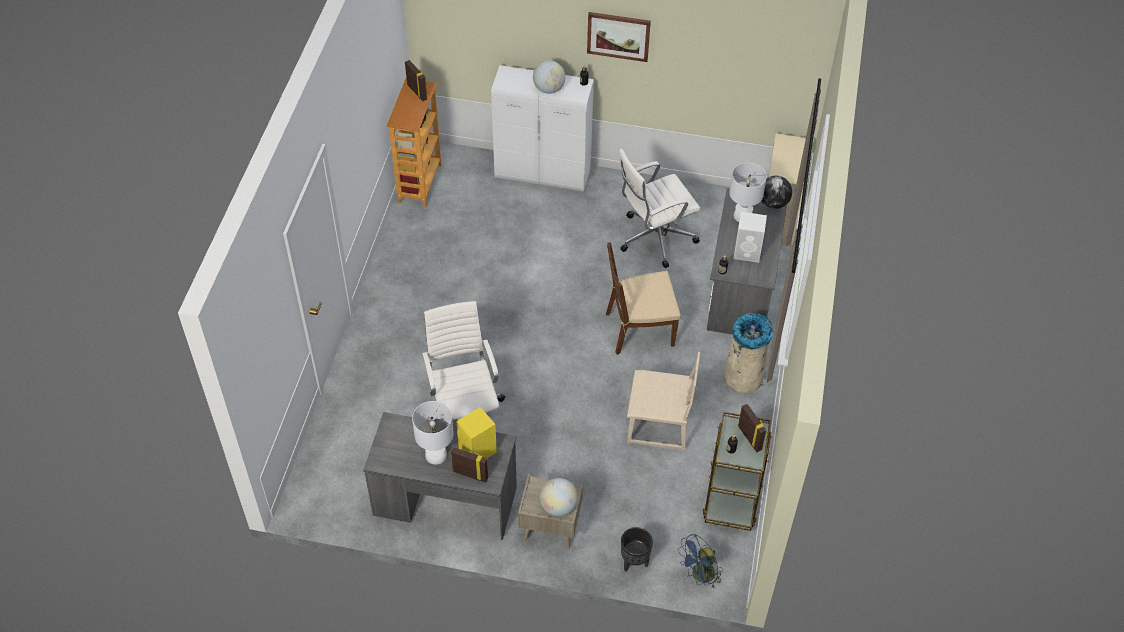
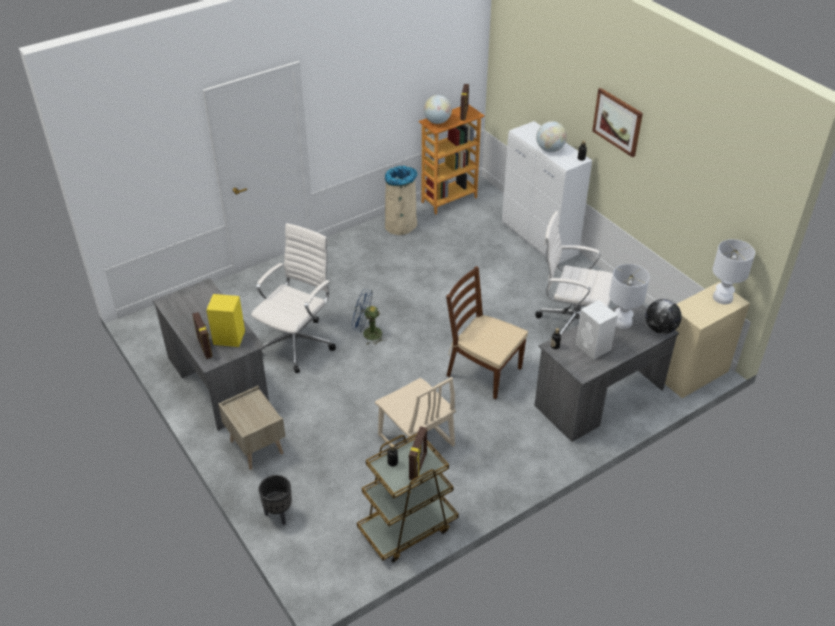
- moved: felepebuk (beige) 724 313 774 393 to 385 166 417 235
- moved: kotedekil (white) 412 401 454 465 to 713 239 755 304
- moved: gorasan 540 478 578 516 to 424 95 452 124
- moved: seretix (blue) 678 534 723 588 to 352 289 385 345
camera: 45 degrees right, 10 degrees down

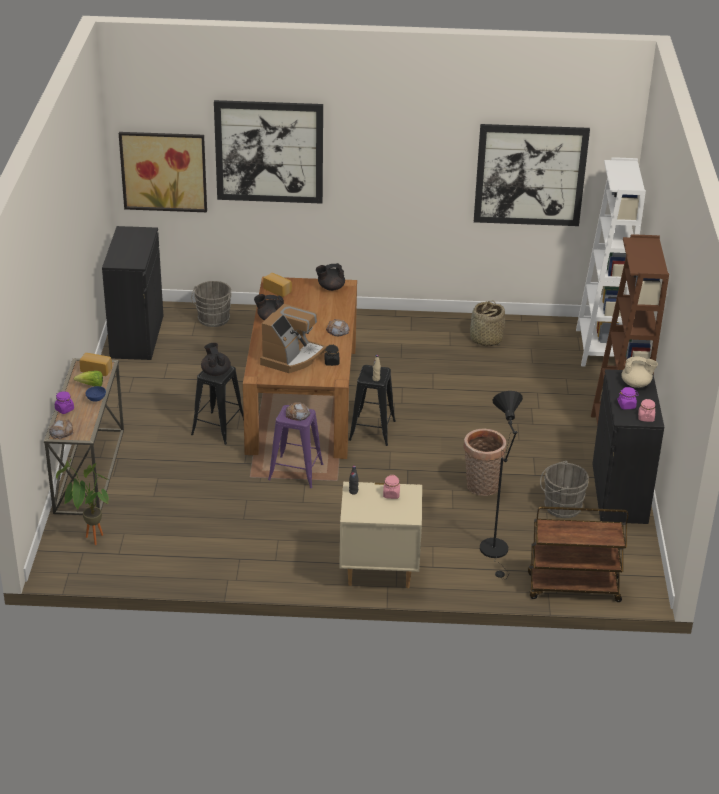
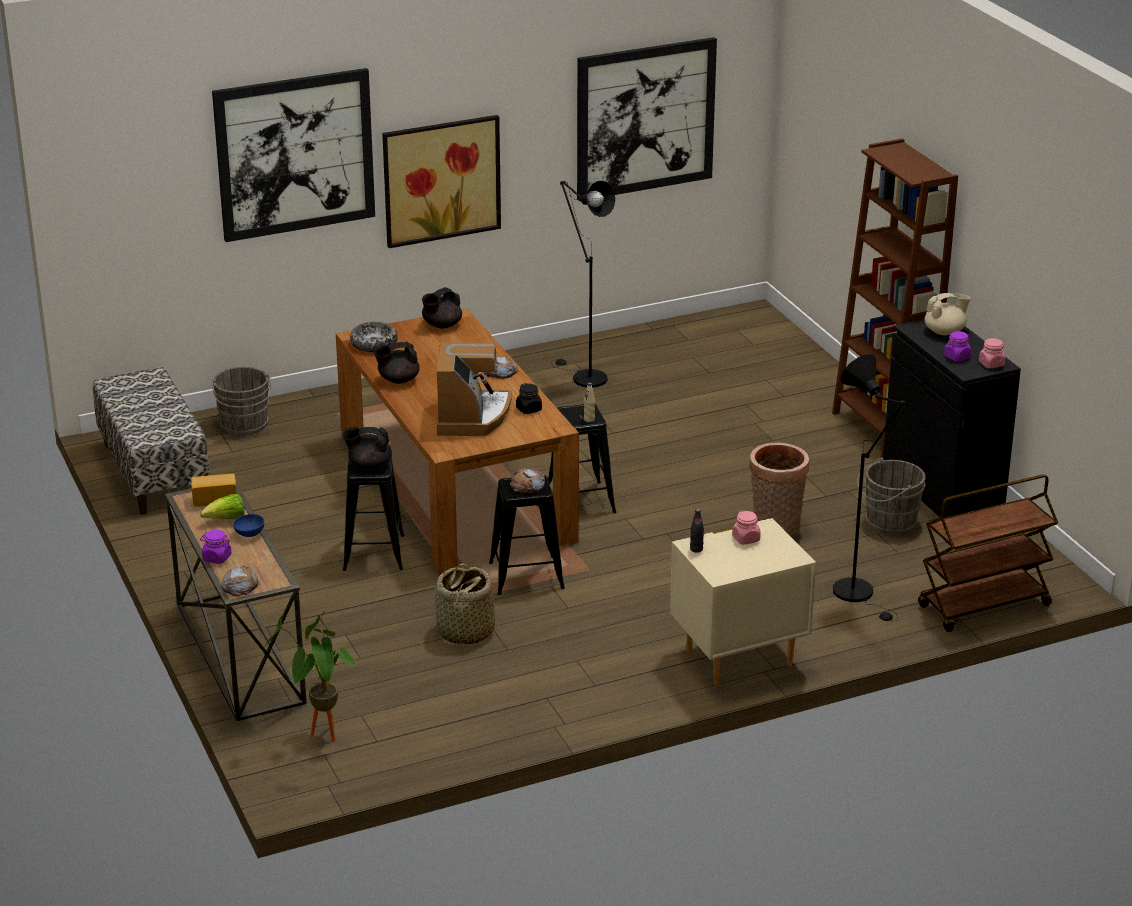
- moved: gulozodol 119 132 207 212 to 382 115 501 248
- removed: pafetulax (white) 576 157 646 366
- replaced: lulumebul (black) 102 226 163 360 to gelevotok 93 367 210 515
- replaced: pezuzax 263 273 292 297 to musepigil 350 322 398 352
- moved: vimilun 470 300 505 346 to 435 563 495 645
- turned: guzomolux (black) 201 343 231 376 = 342 427 392 470 45 degrees counterclockwise
- recoloured: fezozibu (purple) 268 405 323 488 to fezozibu (black) 489 475 565 595
- added: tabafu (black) 551 181 615 387
camera: 25 degrees left, 5 degrees down

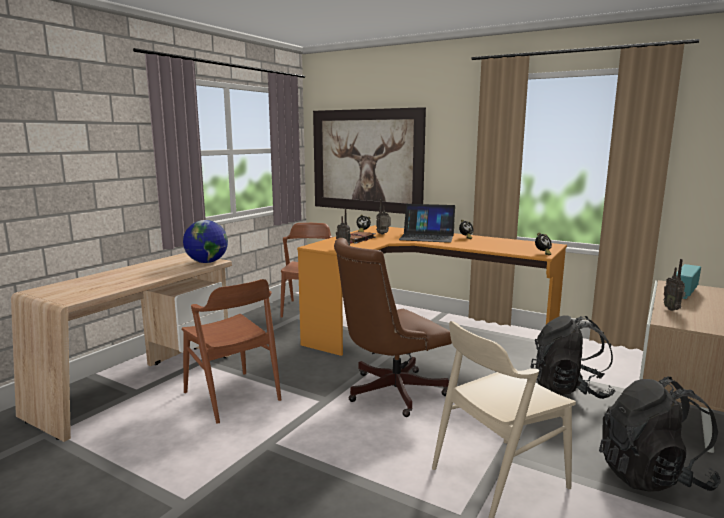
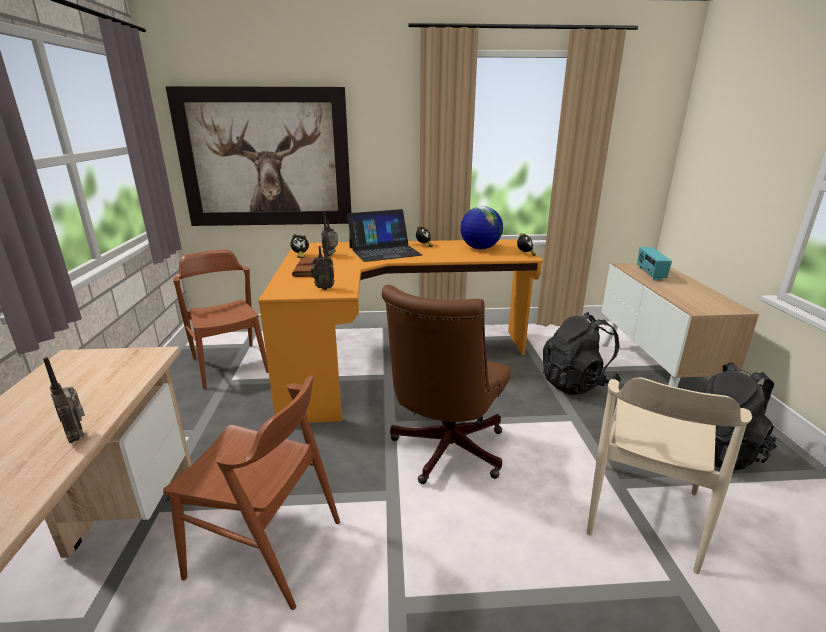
- moved: gorasan 183 220 228 263 to 460 206 503 249
- moved: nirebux 664 259 686 311 to 43 357 85 443
camera: 35 degrees left, 10 degrees up

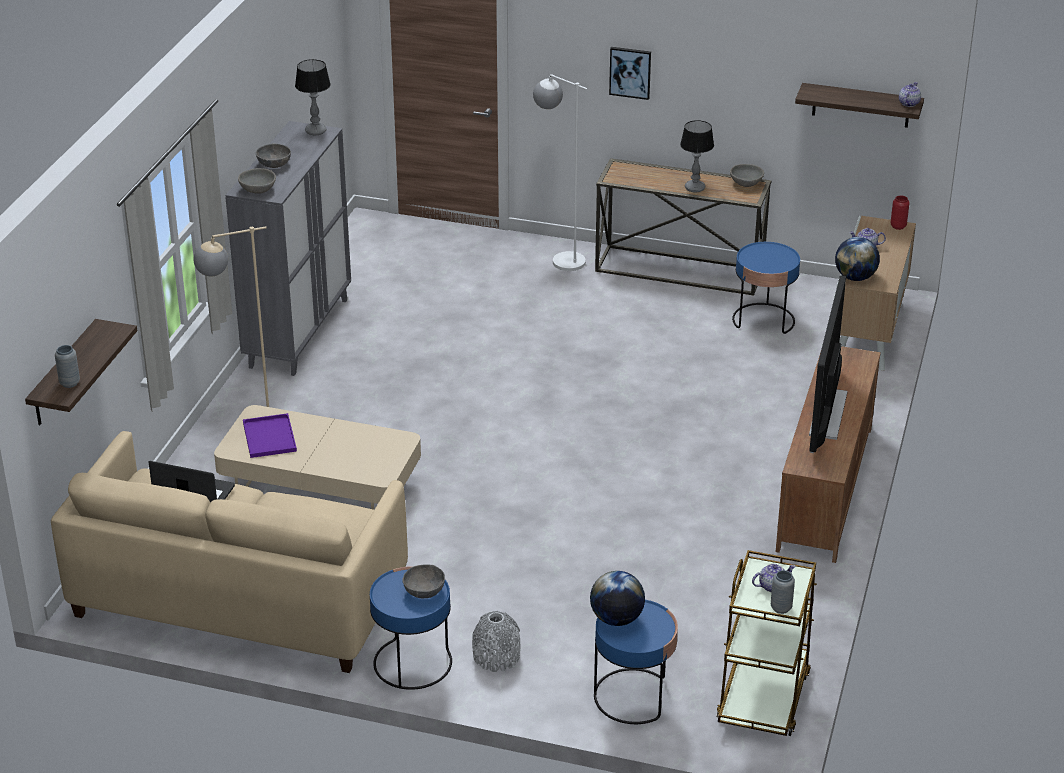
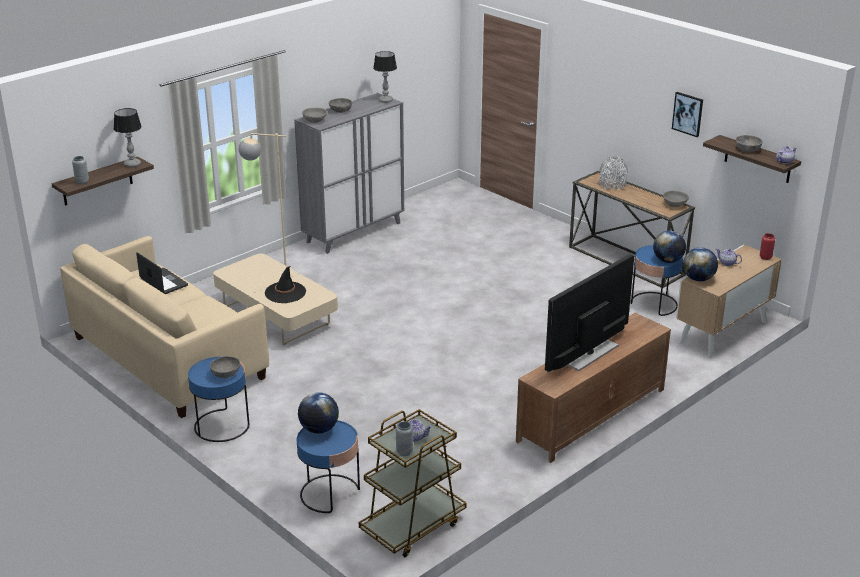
- moved: gulozodol 609 47 651 100 to 672 92 703 137
- removed: tabafu (white) 533 74 588 271
- moved: kotedekil 680 120 714 193 to 114 108 142 168
- removed: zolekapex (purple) 243 413 297 458
- moved: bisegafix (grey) 472 611 520 672 to 599 156 628 190
- added: musepigil (grey) 736 135 763 152
- added: gorasan 653 231 686 263
- added: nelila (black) 265 266 306 303
camera: 30 degrees right, 5 degrees down

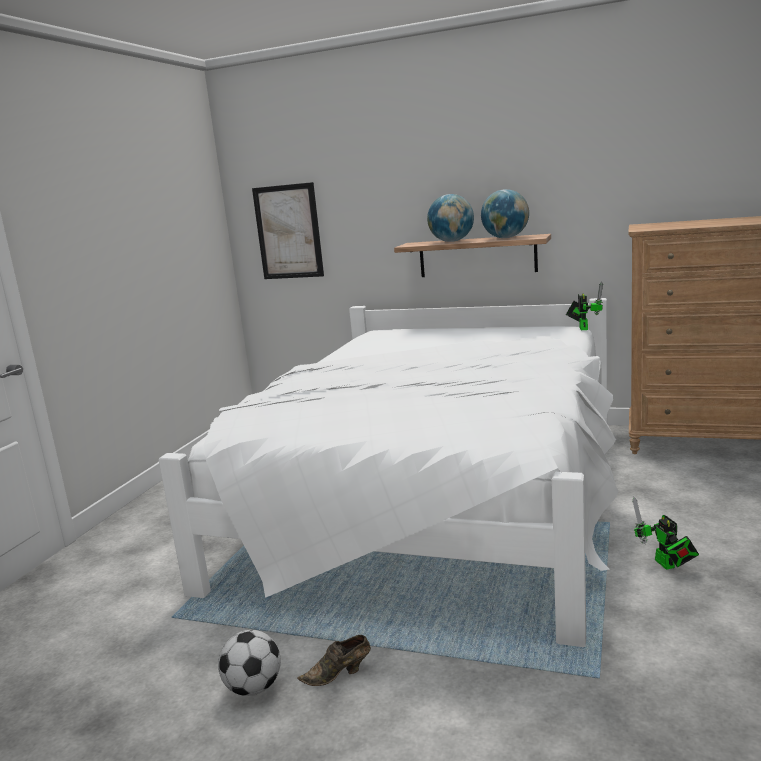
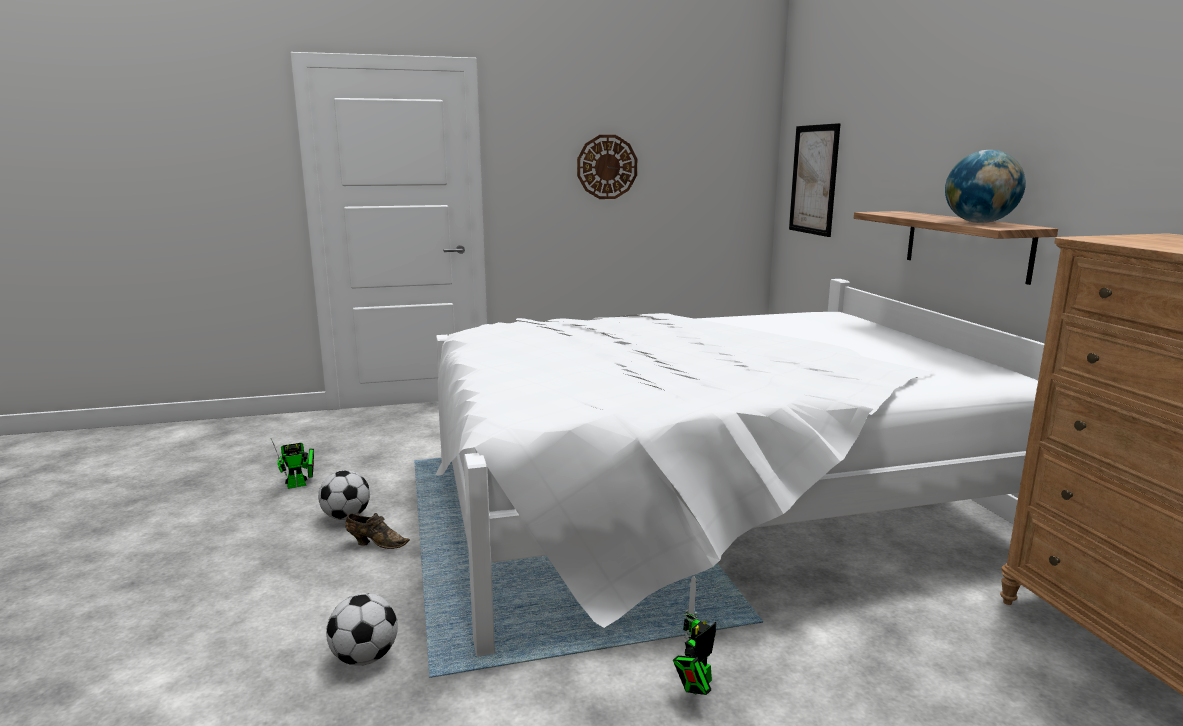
- removed: gorasan 427 194 474 242
- moved: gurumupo 566 282 603 330 to 271 438 314 489
- turned: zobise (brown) 297 635 371 686 = 345 513 410 549 150 degrees clockwise
- added: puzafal 577 135 637 199
- added: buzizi 326 593 398 666
camera: 55 degrees right, 0 degrees up

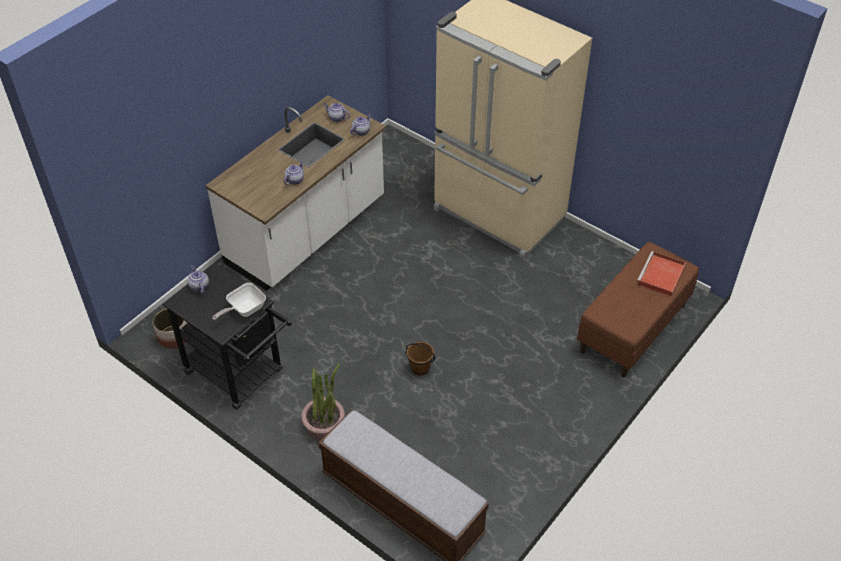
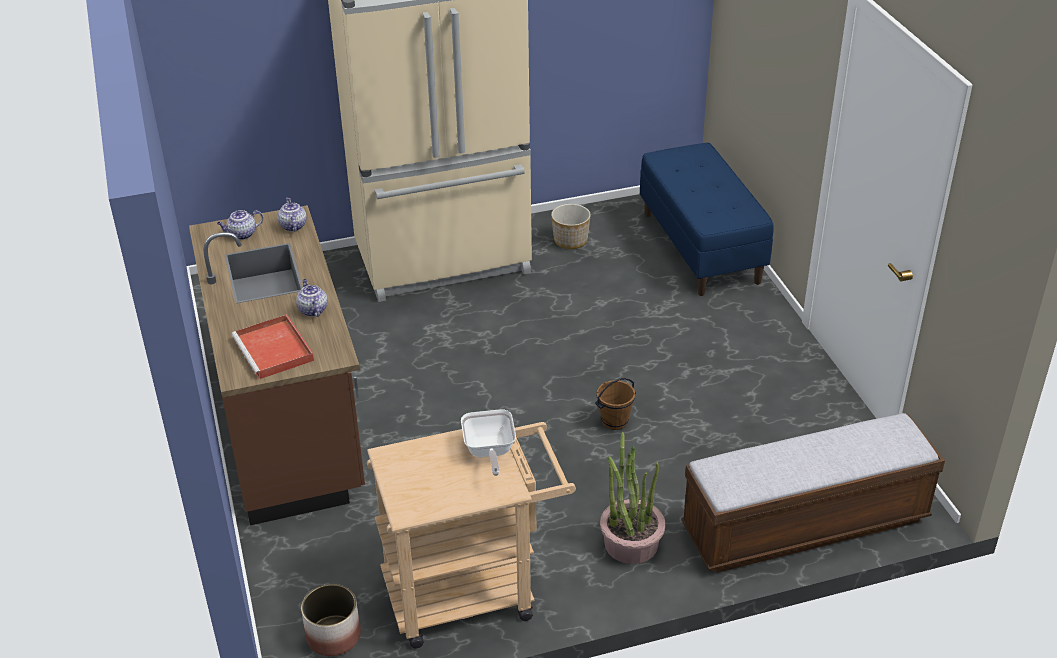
- recoloured: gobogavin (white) 205 95 386 291 to gobogavin (brown) 189 205 365 525
- recoloured: gelevotok (brown) 577 242 699 378 to gelevotok (blue) 640 142 774 296
- moved: zolekapex (red) 637 251 686 296 to 232 314 314 379
- recoloured: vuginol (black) 163 263 292 410 to vuginol (beige) 367 422 576 649
- removed: guzomolux 188 265 209 294
- added: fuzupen 551 204 591 249
camera: 55 degrees left, 10 degrees down

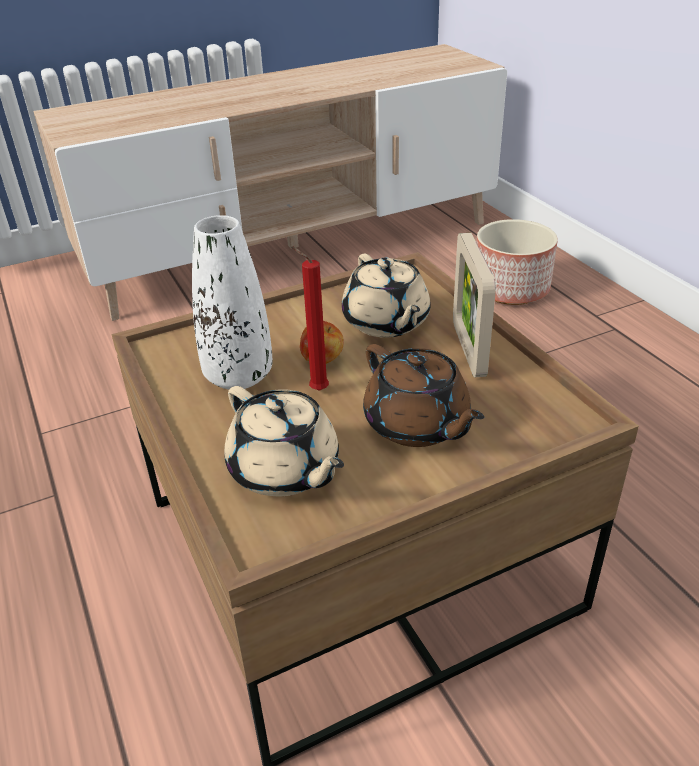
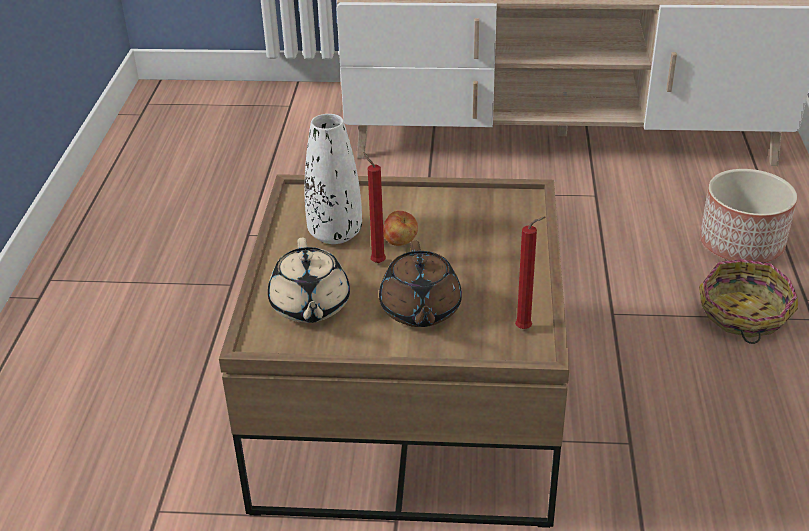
- removed: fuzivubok 453 233 496 378
- removed: guzomolux (beige) 342 254 431 338
- added: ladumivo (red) 515 217 546 329
- added: vimilun 699 259 798 344
camera: 30 degrees right, 0 degrees up

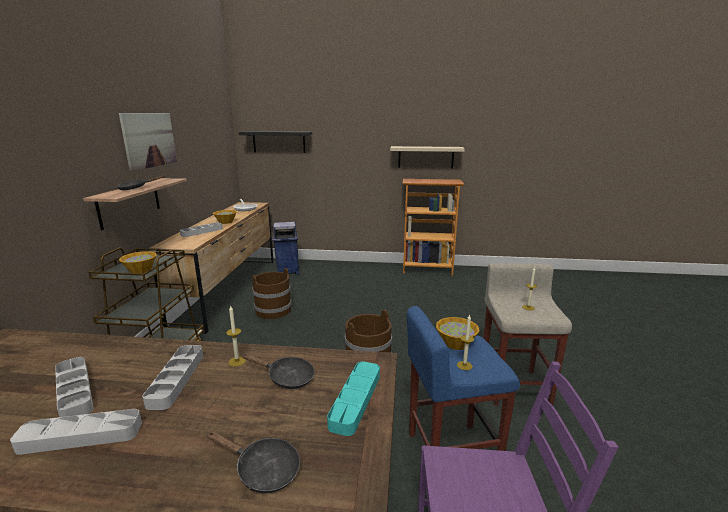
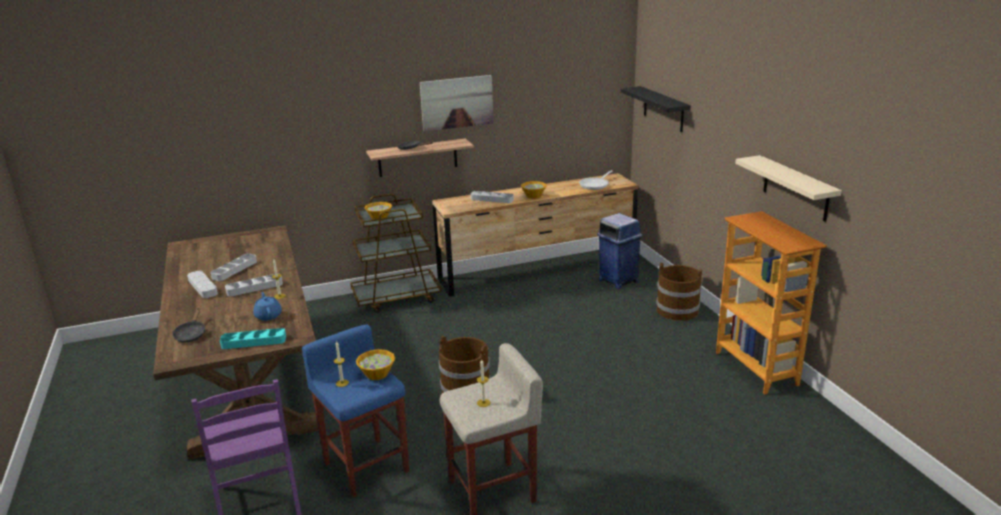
- moved: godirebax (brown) 252 268 291 319 to 656 262 702 321
- replaced: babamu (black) 241 353 315 389 to guzomolux (blue) 253 292 282 321
camera: 65 degrees right, 5 degrees up

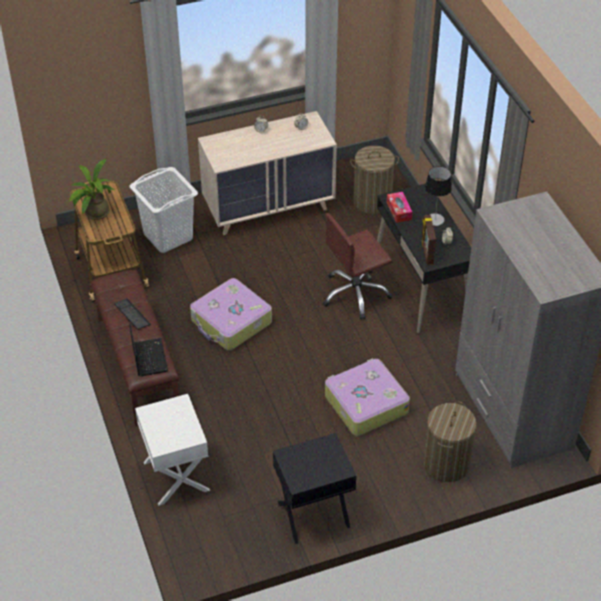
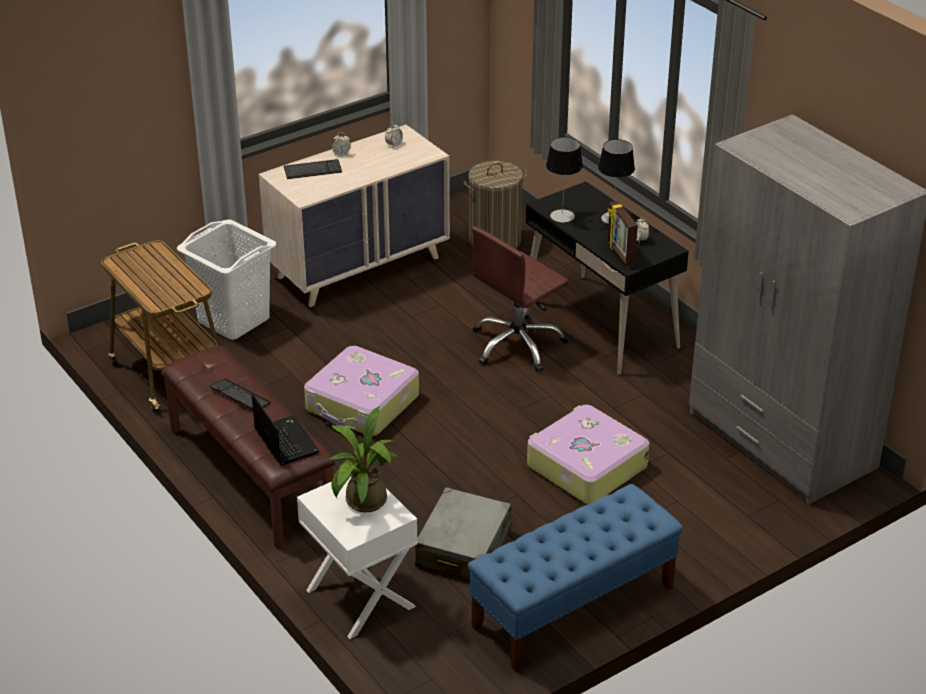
- moved: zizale 68 159 114 220 to 329 406 398 512
- replaced: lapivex 387 192 413 223 to kotedekil 546 137 583 223
- removed: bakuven 423 402 477 482
- replaced: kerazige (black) 273 433 356 544 to gelevotok (blue) 468 484 683 672
- added: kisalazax 284 159 342 179
- added: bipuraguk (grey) 415 487 511 581
camera: 15 degrees left, 10 degrees down

